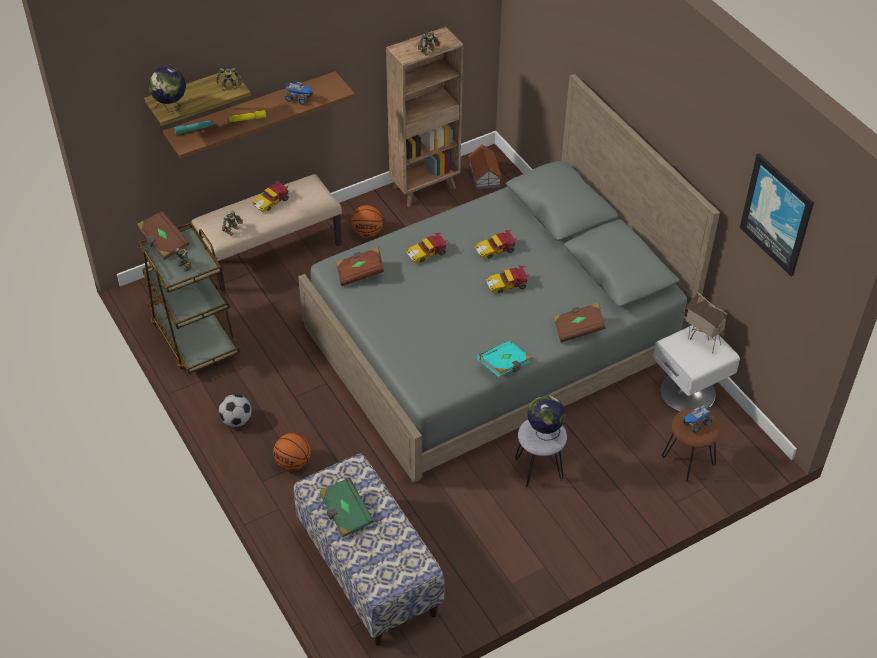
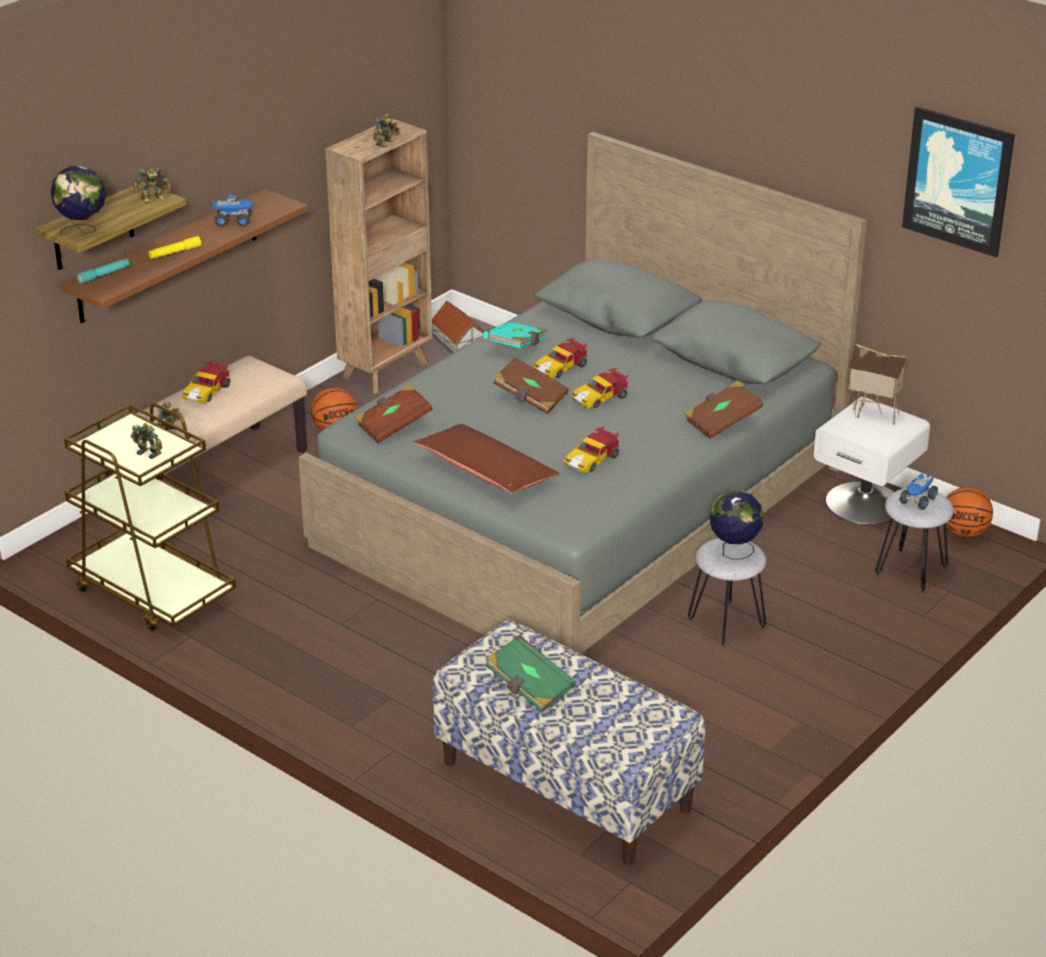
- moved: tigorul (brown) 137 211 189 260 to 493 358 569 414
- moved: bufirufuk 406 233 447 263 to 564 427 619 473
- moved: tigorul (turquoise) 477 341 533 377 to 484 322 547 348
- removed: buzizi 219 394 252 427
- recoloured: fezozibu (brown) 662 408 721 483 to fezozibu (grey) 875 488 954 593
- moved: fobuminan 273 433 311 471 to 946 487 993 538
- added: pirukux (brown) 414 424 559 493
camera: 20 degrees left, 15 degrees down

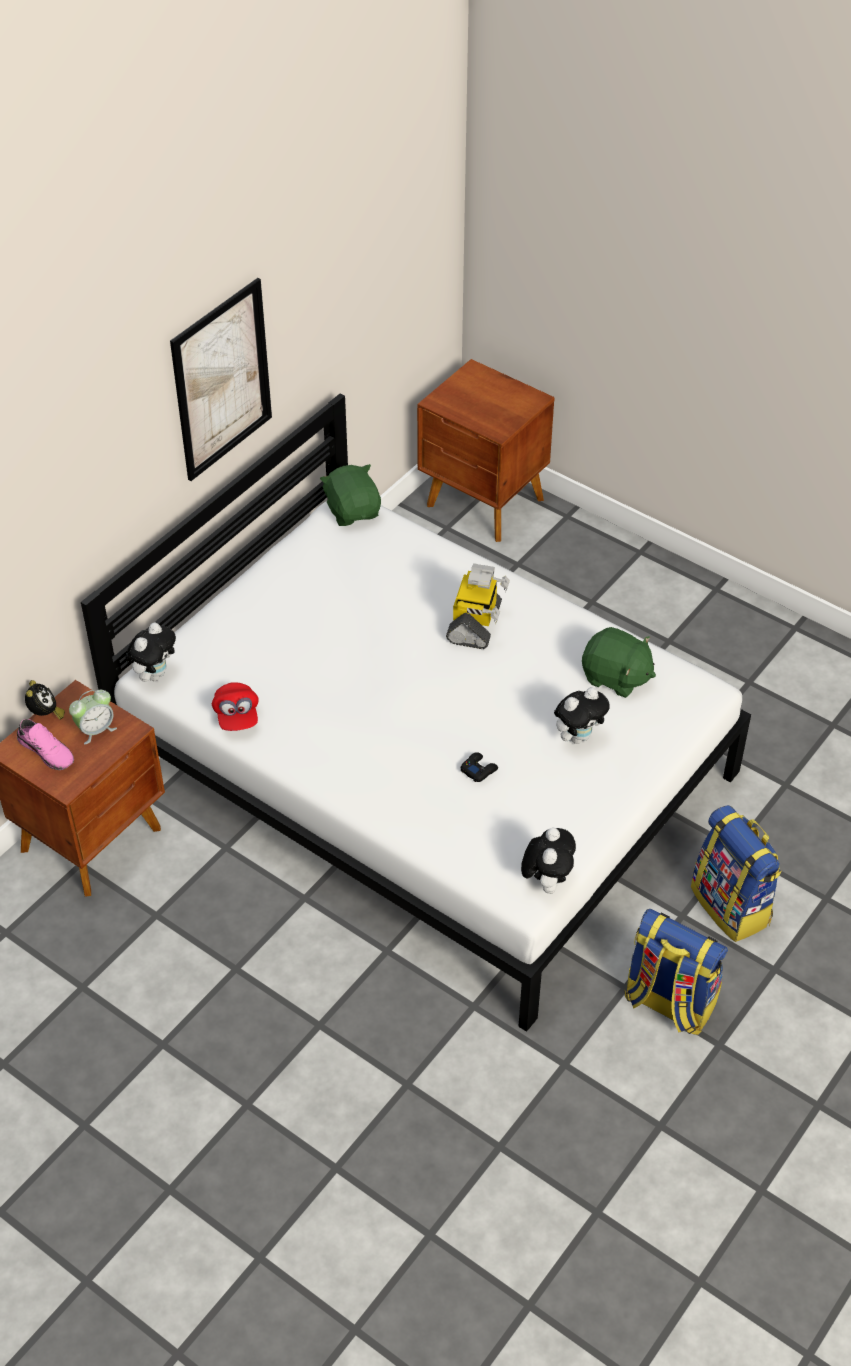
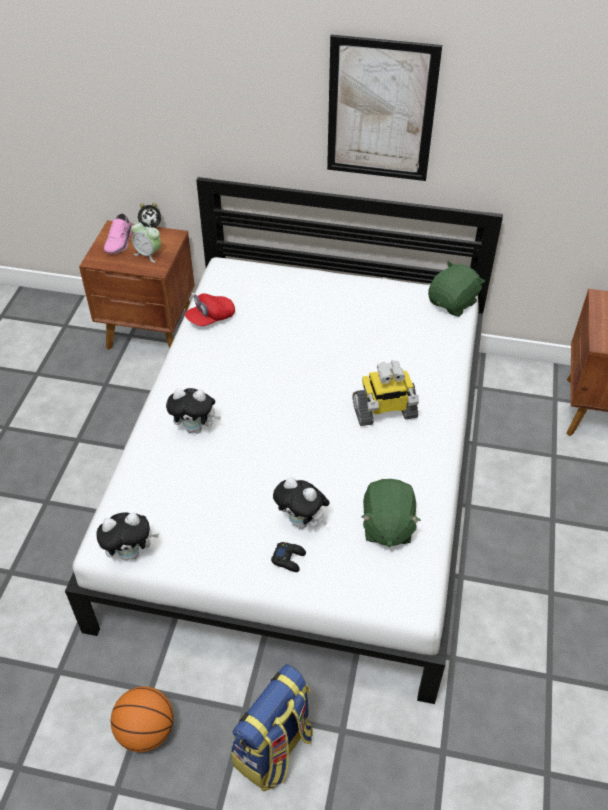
- moved: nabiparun 125 622 176 682 to 166 388 221 434
- moved: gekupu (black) 461 752 498 782 to 271 542 306 572
- replaced: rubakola 625 909 728 1035 to fobuminan 111 686 174 752
camera: 65 degrees right, 0 degrees up

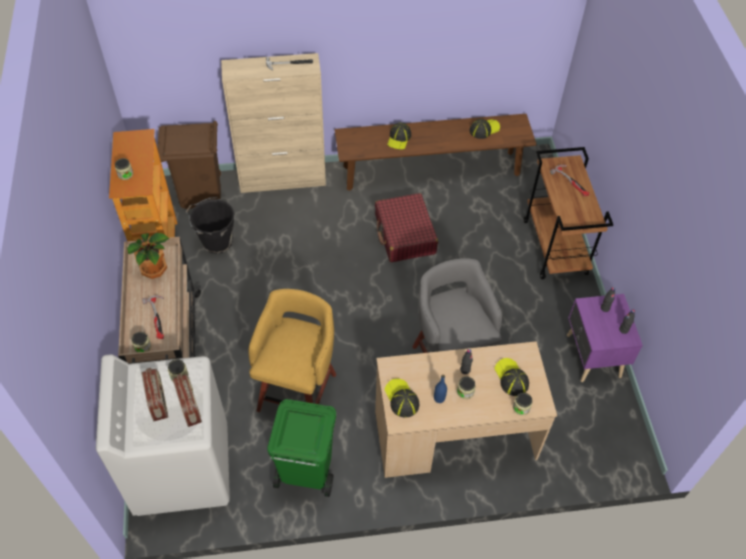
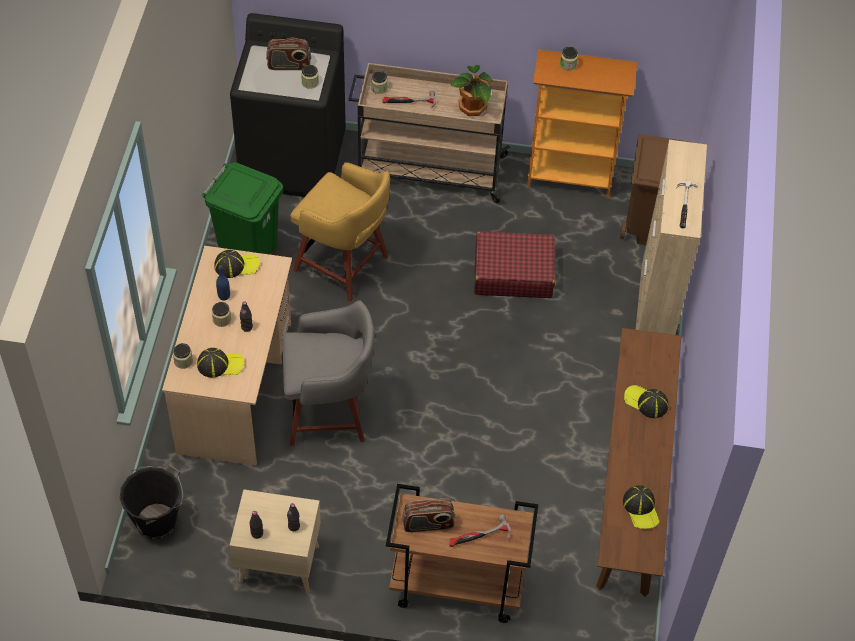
- moved: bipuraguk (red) 375 193 438 262 to 474 231 556 298
- moved: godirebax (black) 186 197 235 254 to 120 464 184 539
- recoloured: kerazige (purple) 567 294 643 382 to kerazige (beige) 230 489 321 593
- recoloured: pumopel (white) 96 354 230 516 to pumopel (black) 230 13 346 197
- moved: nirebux 172 374 202 427 to 402 498 455 532
camera: 105 degrees right, 0 degrees up

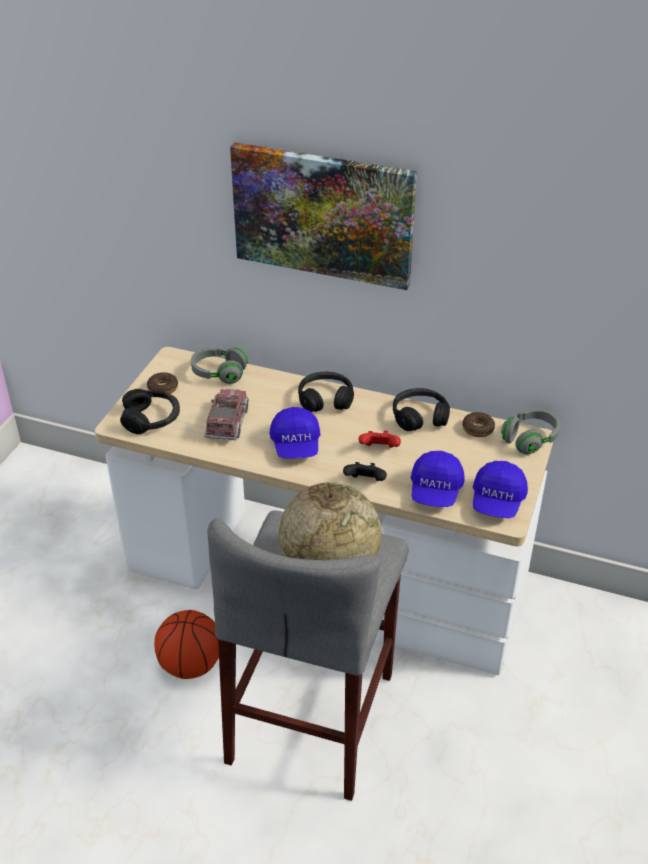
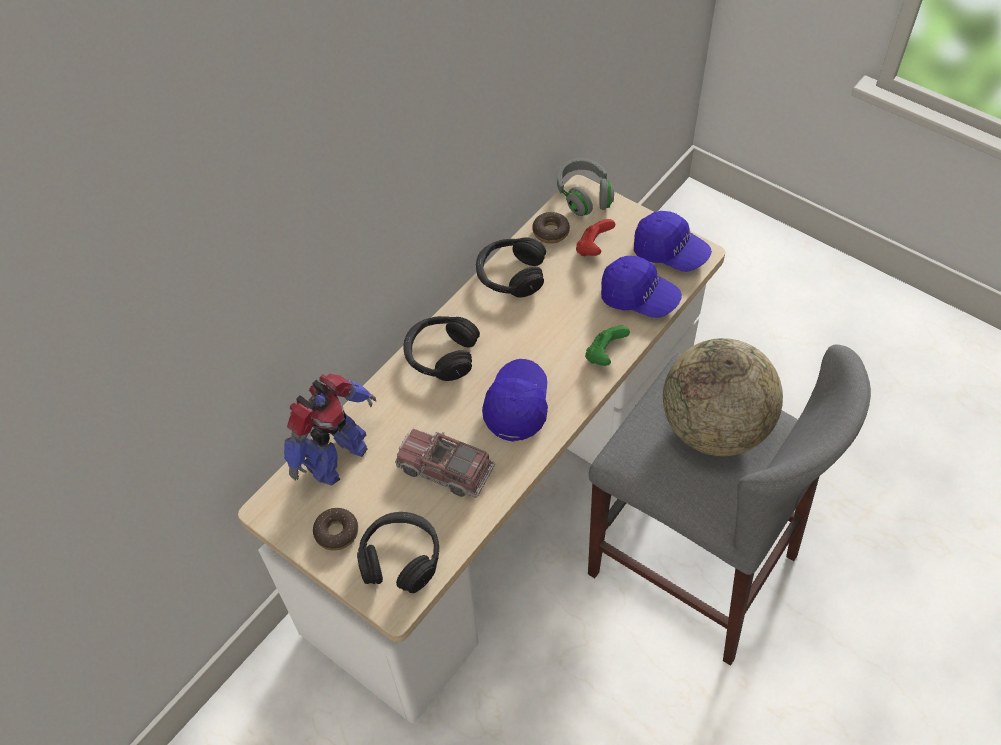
- removed: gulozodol 230 143 417 290
- replaced: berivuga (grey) 191 348 248 384 to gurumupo 284 374 377 486
- turned: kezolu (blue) 269 407 321 459 = 482 359 548 442 90 degrees counterclockwise
- moved: gekupu (red) 359 430 401 448 to 576 219 615 256
- recoloured: gekupu (black) 343 462 387 481 to gekupu (green) 585 326 630 366
- removed: fobuminan 154 610 219 679
camera: 70 degrees left, 15 degrees up

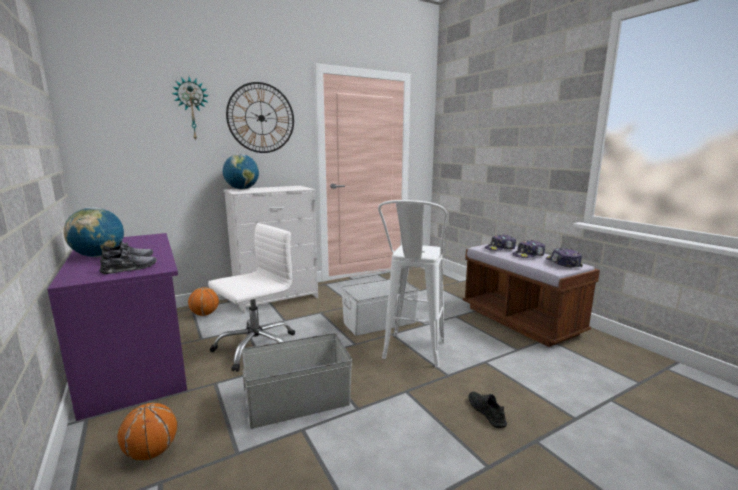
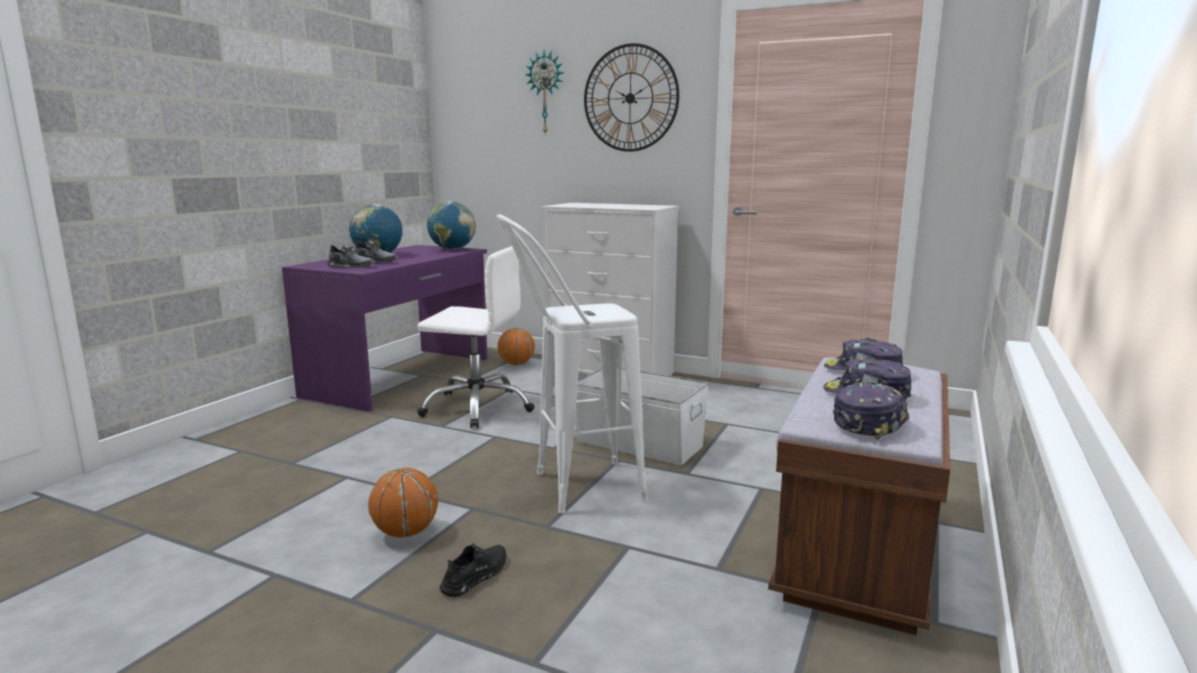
- moved: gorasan 223 154 259 190 to 427 201 476 250
- removed: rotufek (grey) 242 333 352 429
- moved: fobuminan 117 403 177 460 to 368 468 438 538
camera: 55 degrees right, 0 degrees up

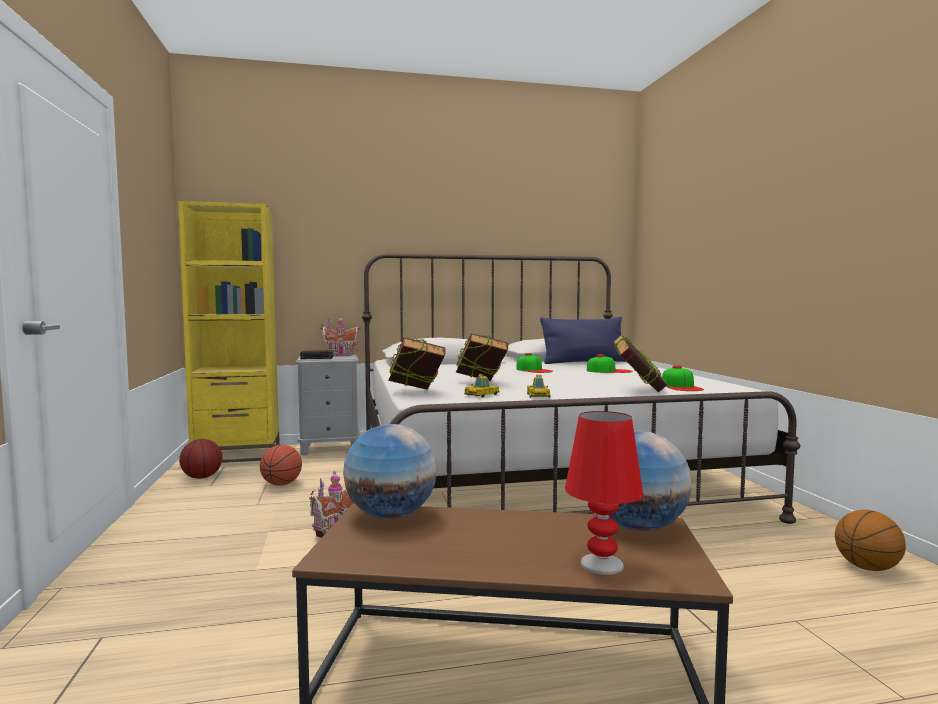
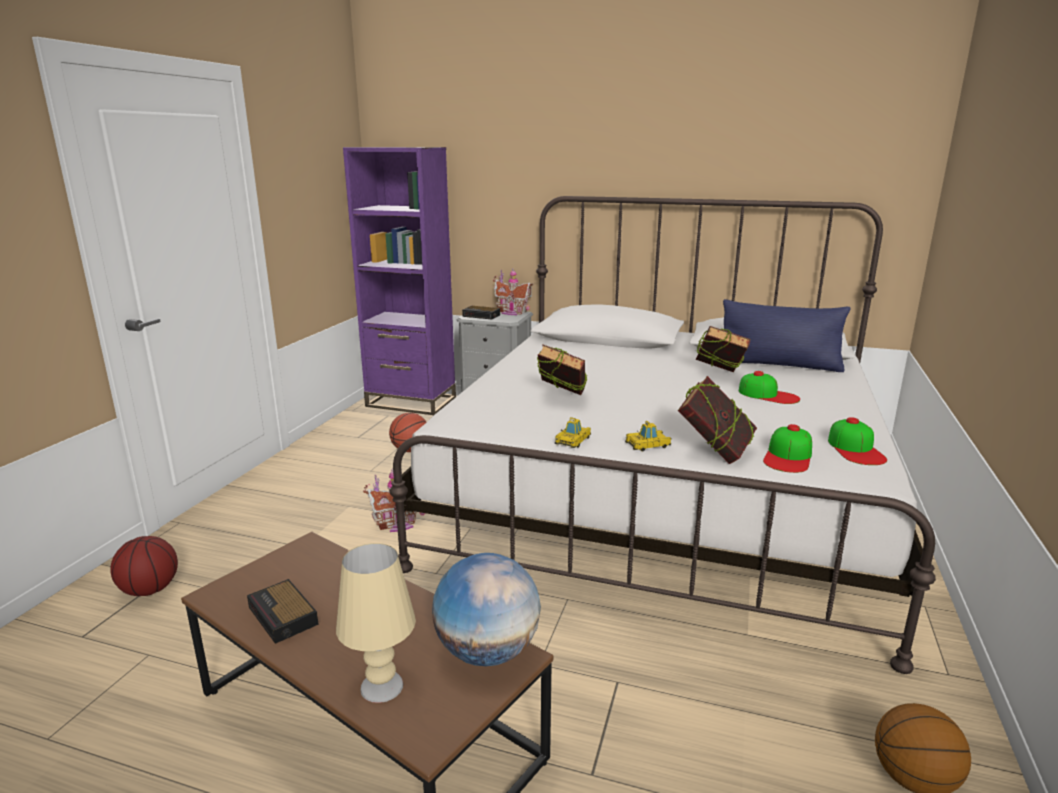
- recoloured: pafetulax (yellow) 178 201 280 463 to pafetulax (purple) 343 147 456 415
- moved: tigorul 388 337 446 390 to 696 326 750 372
- moved: kezolu 516 353 553 373 to 828 417 887 465
- moved: bufirufuk 464 374 499 398 to 625 421 672 452
- recoloured: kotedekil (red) 565 411 643 575 to kotedekil (beige) 336 543 416 703
- removed: gorasan 343 424 437 519
- moved: fobuminan 179 439 222 479 to 110 536 178 596
- added: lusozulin 247 579 319 644
camera: 30 degrees right, 15 degrees up

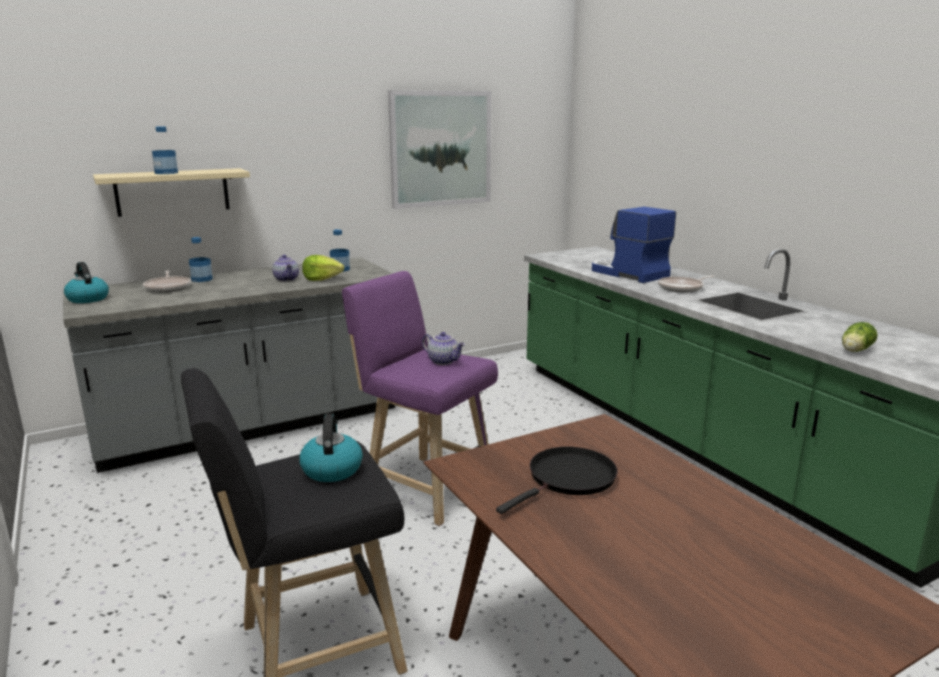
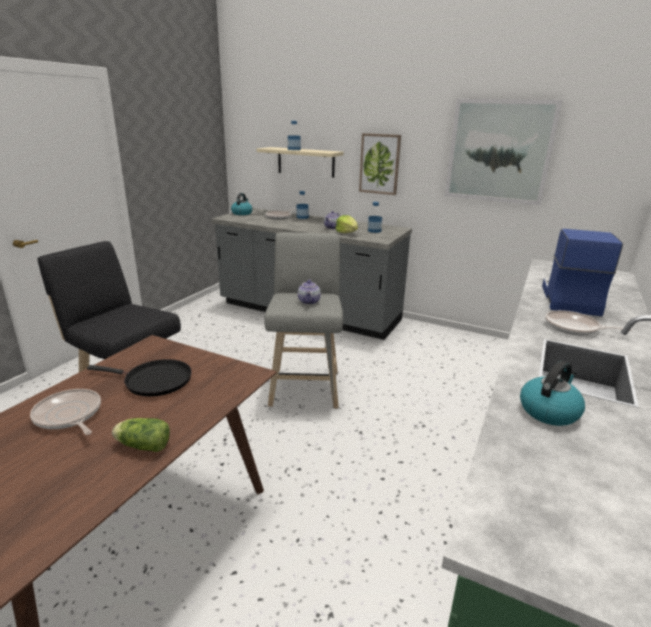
- recoloured: fezozibu (purple) 342 271 498 526 to fezozibu (grey) 265 232 343 408
- moved: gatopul 842 322 878 352 to 112 418 170 452
- moved: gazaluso 299 414 363 482 to 520 361 585 426
- added: gulozodol 359 133 401 195
- added: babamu 30 389 101 435
camera: 55 degrees right, 5 degrees up

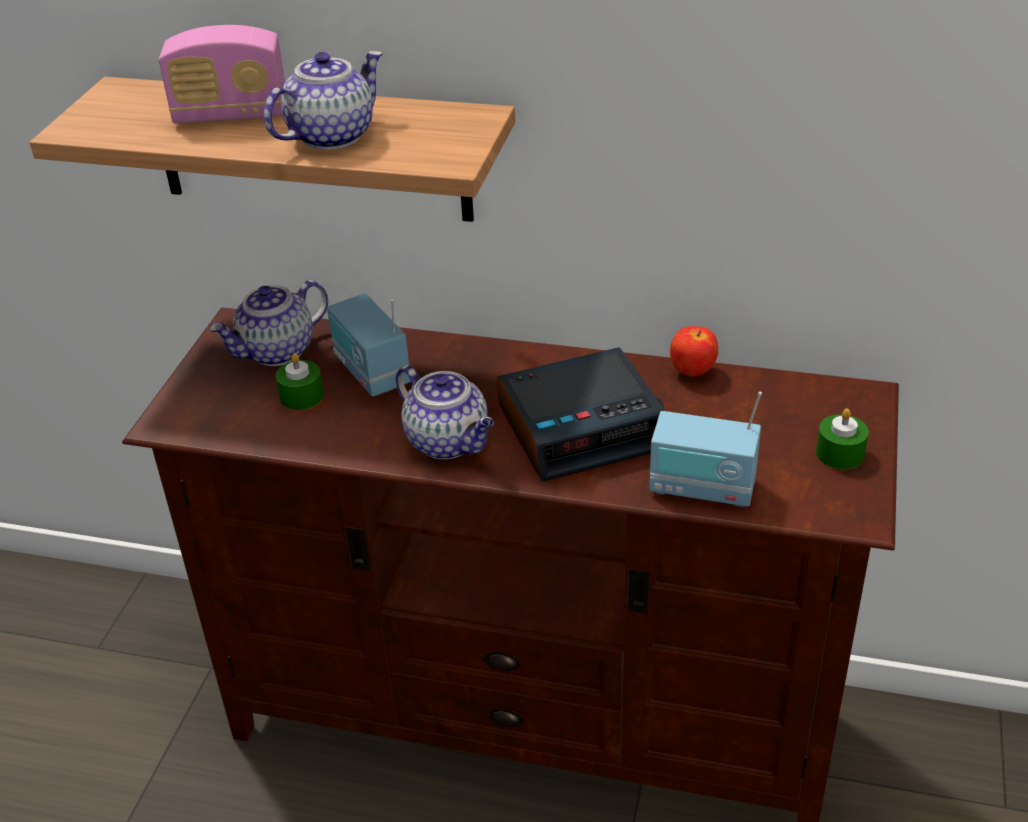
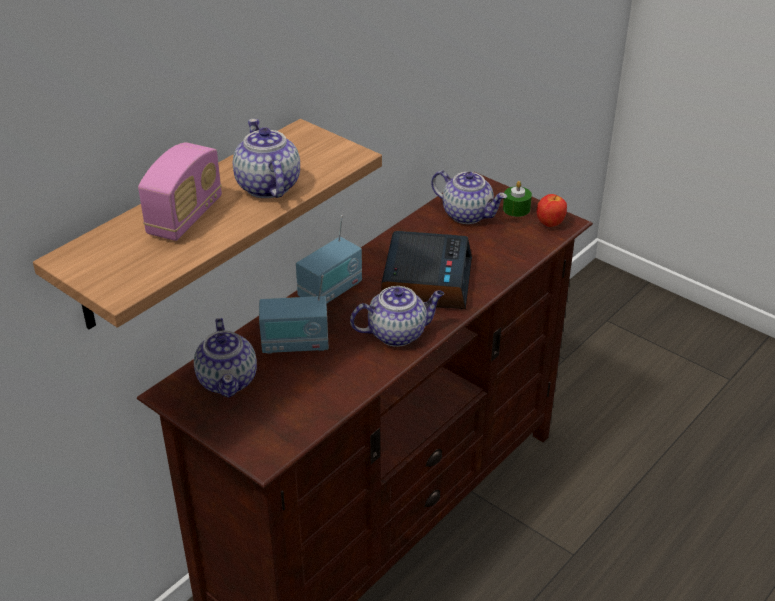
- moved: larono 670 326 718 377 to 537 194 567 227
- removed: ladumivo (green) 275 353 324 410
- moved: nirebux 649 391 762 507 to 296 215 362 304
- added: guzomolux 431 170 507 224
camera: 65 degrees left, 0 degrees up

